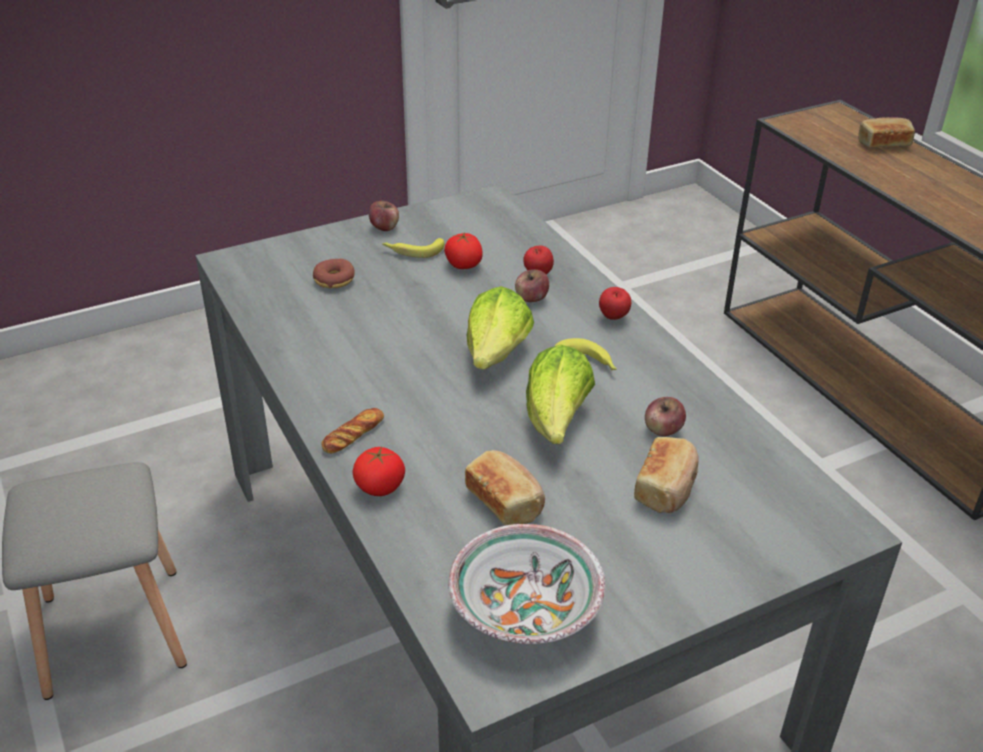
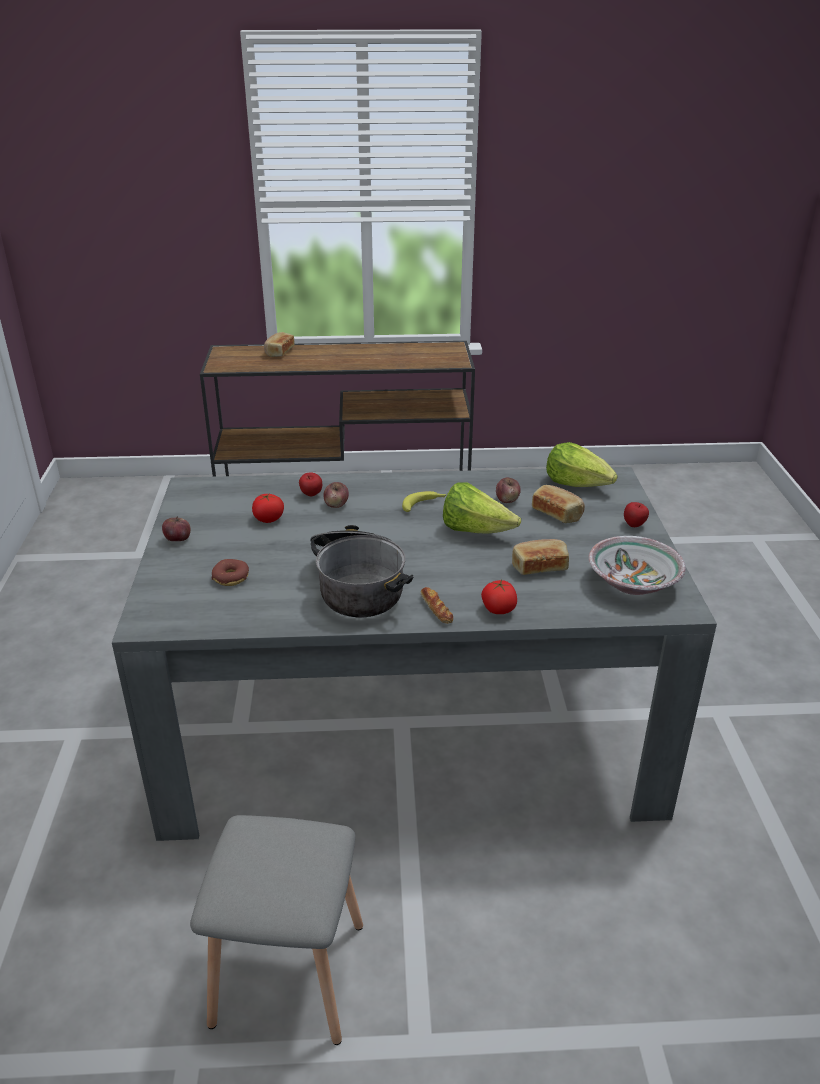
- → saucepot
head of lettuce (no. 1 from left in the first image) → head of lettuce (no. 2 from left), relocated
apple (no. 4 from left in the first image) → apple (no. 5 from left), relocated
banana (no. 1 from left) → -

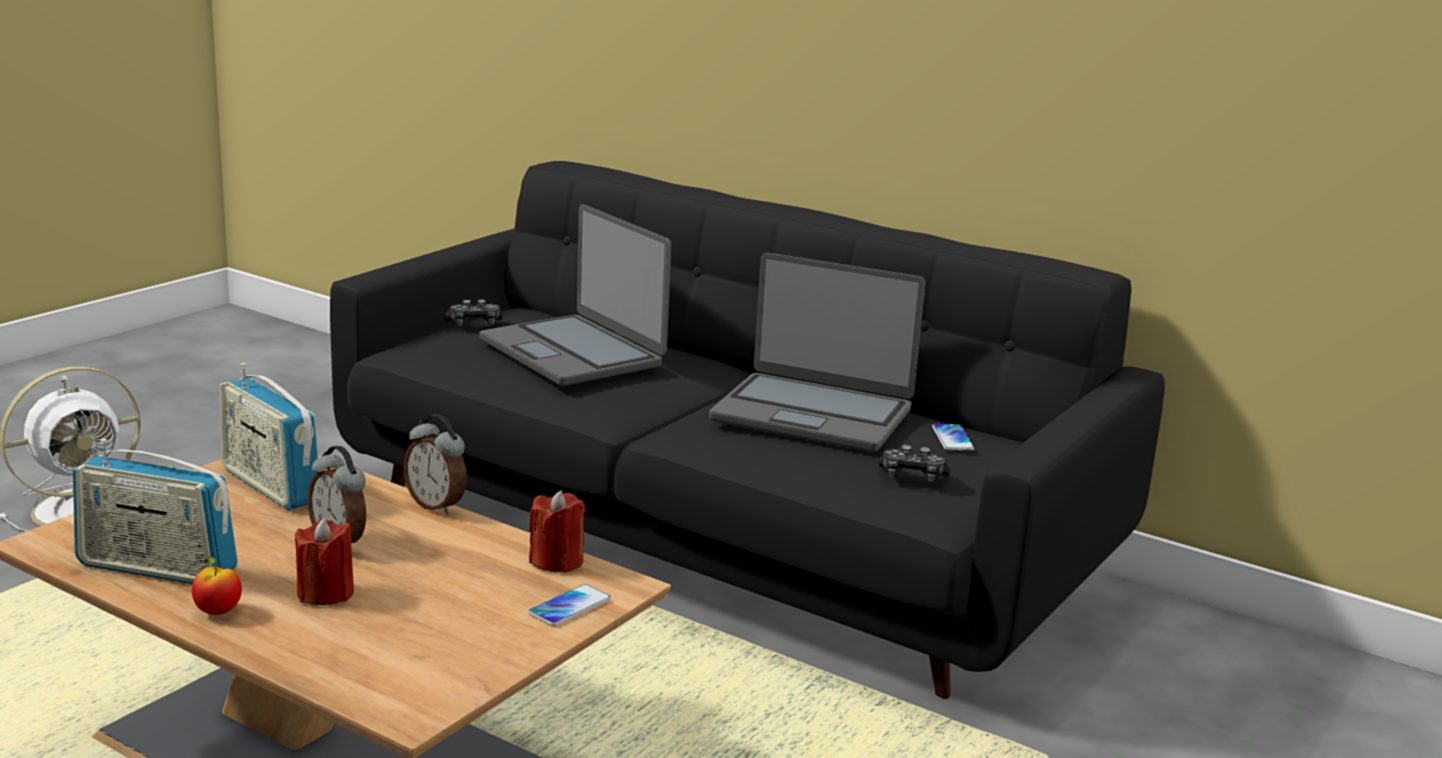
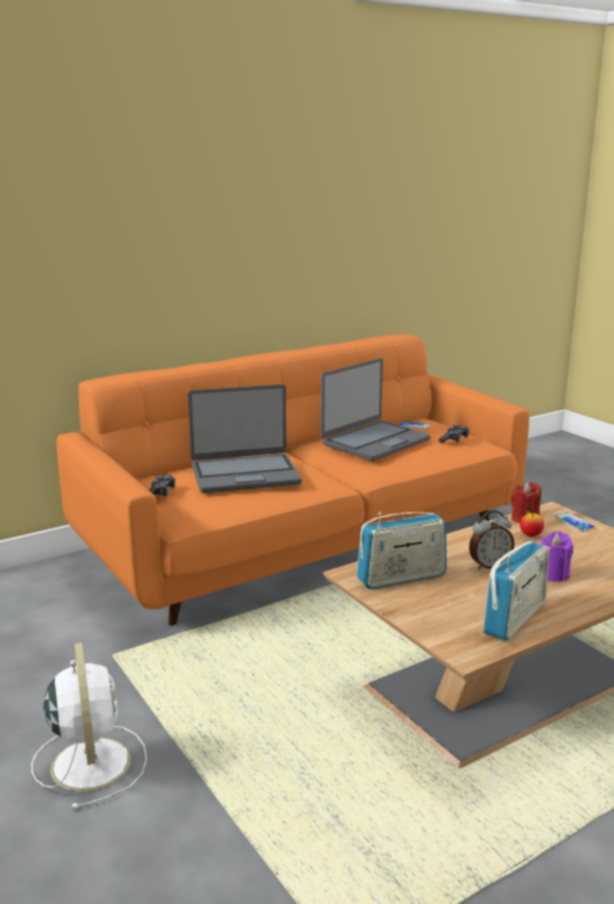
black sofa → orangey sofa
apple, relocated
red-coloured wax light (no. 1 from left) → purple wax light
table clock (no. 2 from left) → -

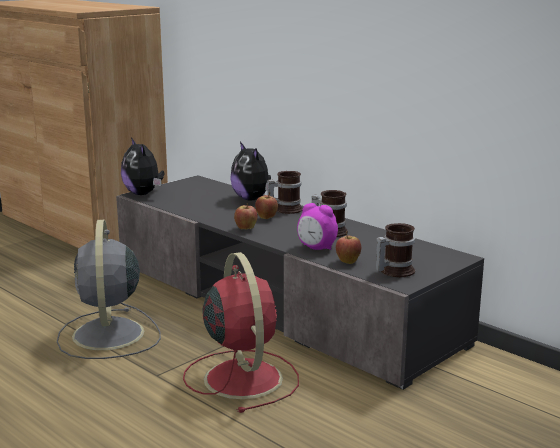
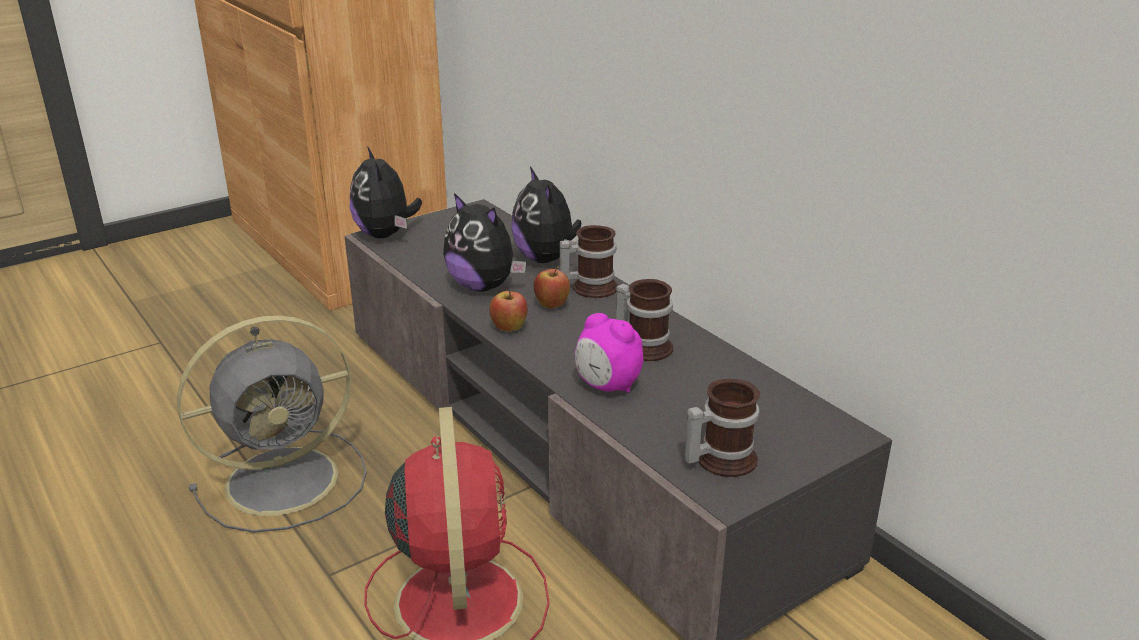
greyish cooling fan, 120 degrees counterclockwise
- → soft toy (no. 2 from left)
apple (no. 3 from left) → -

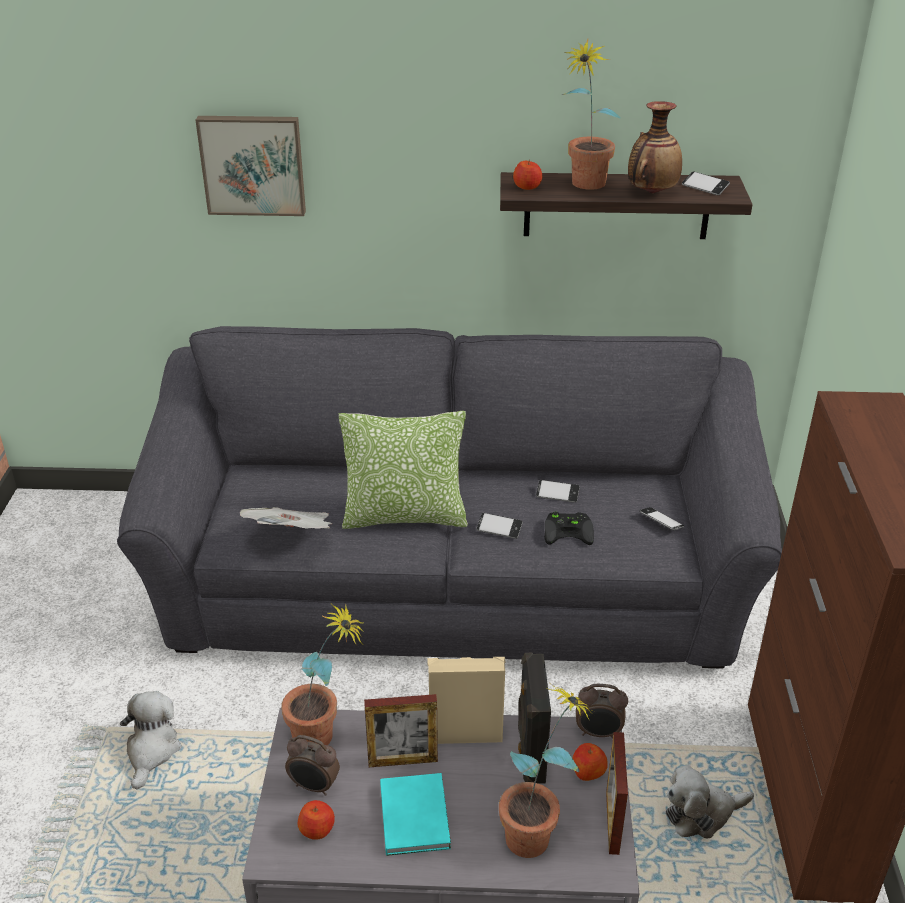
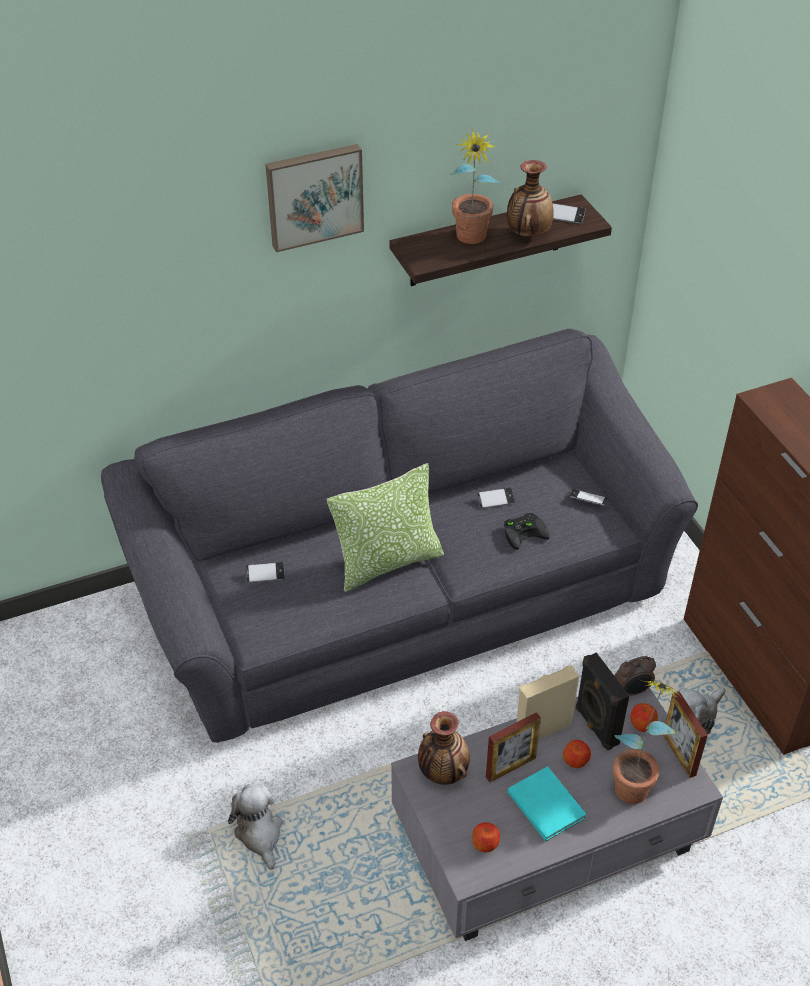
handset (no. 1 from left), relocated
wall picture, relocated
houseplant (no. 1 from left) → vase (no. 1 from left)
apple (no. 2 from left), relocated
newspaper → -
table clock (no. 1 from left) → -

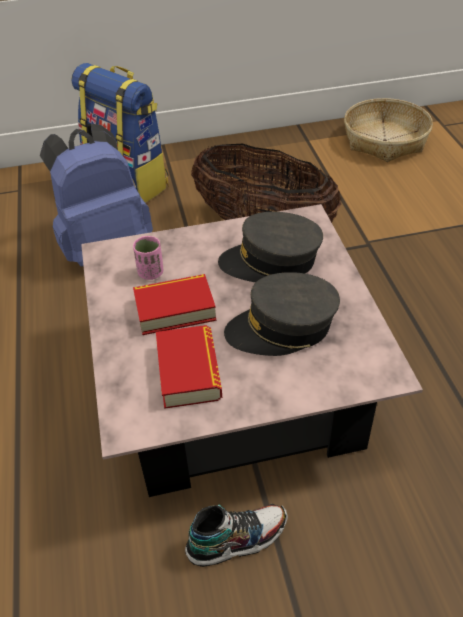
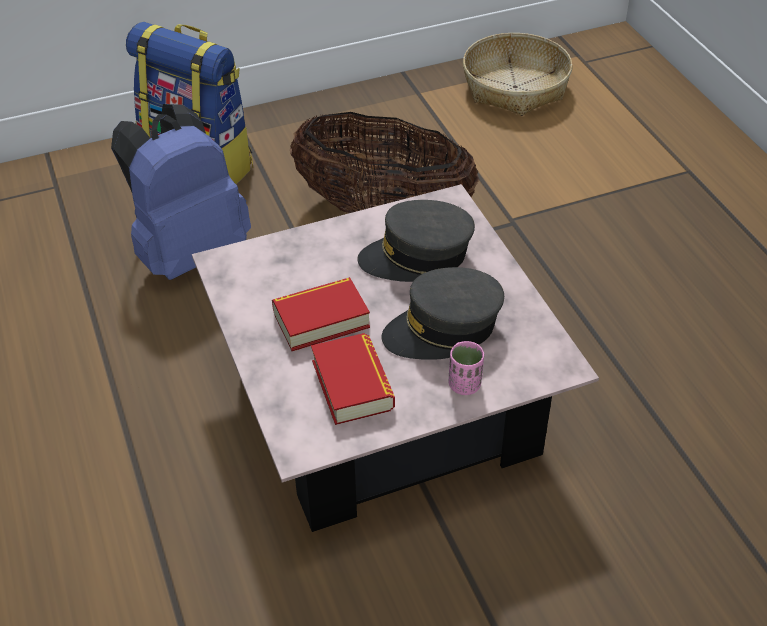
pink small cup, relocated
low shoe → -

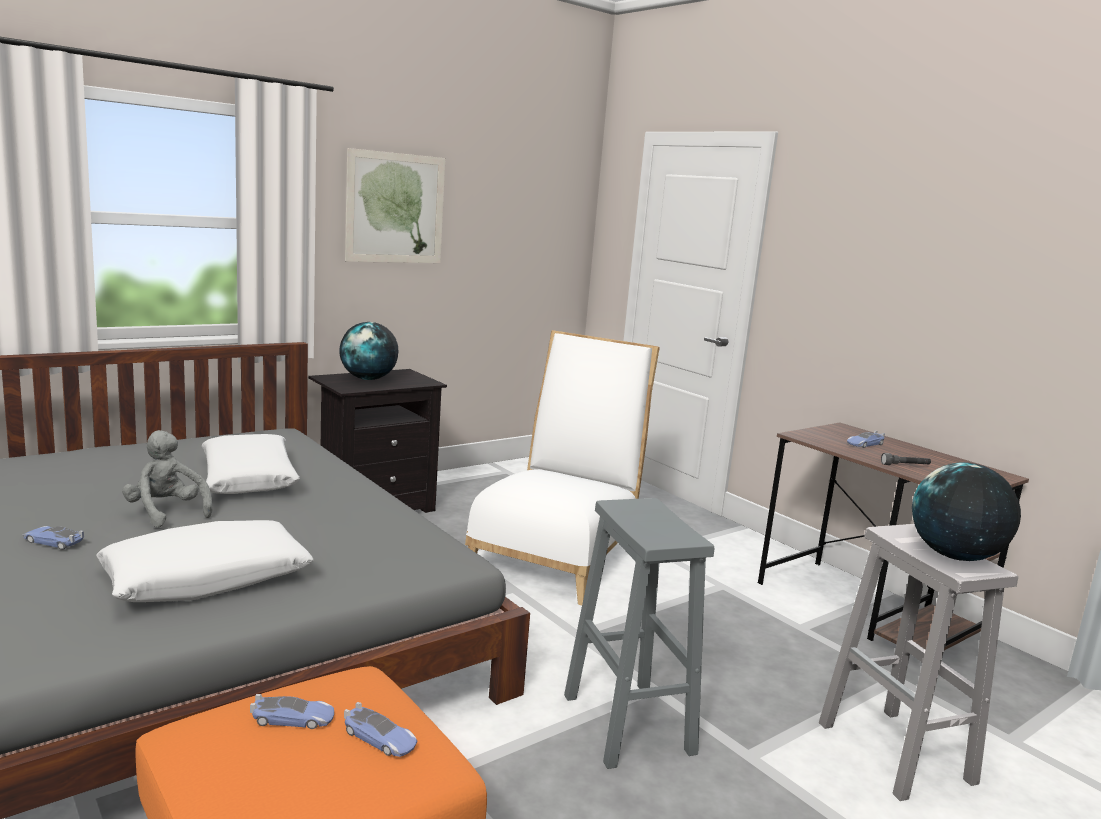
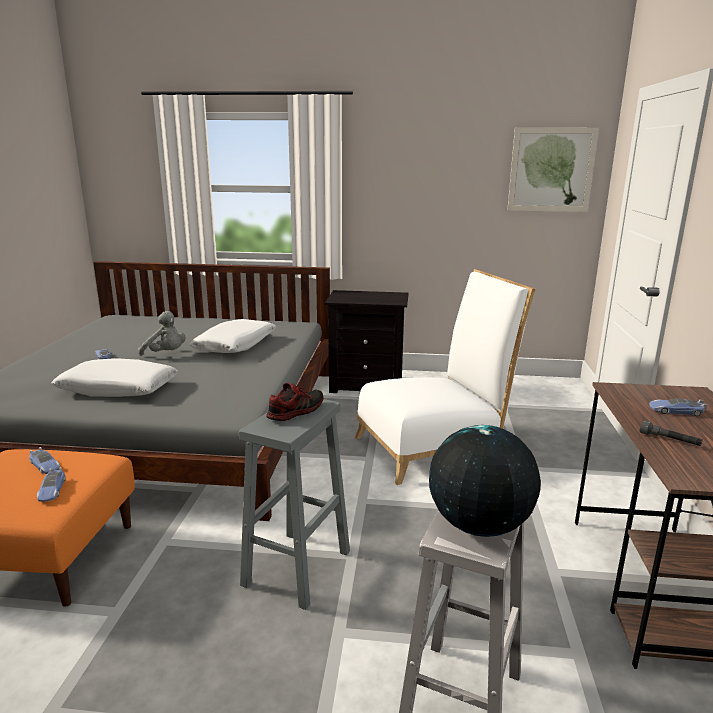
greyish soft toy, 120 degrees clockwise
- → low shoe
wall picture, relocated
world globe (no. 1 from left) → -

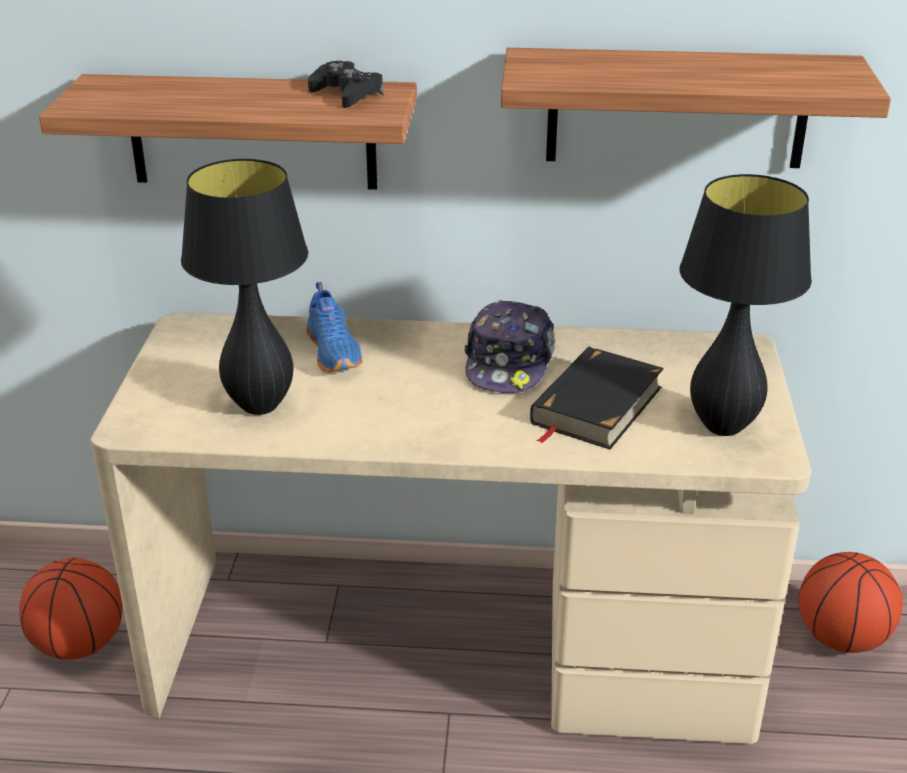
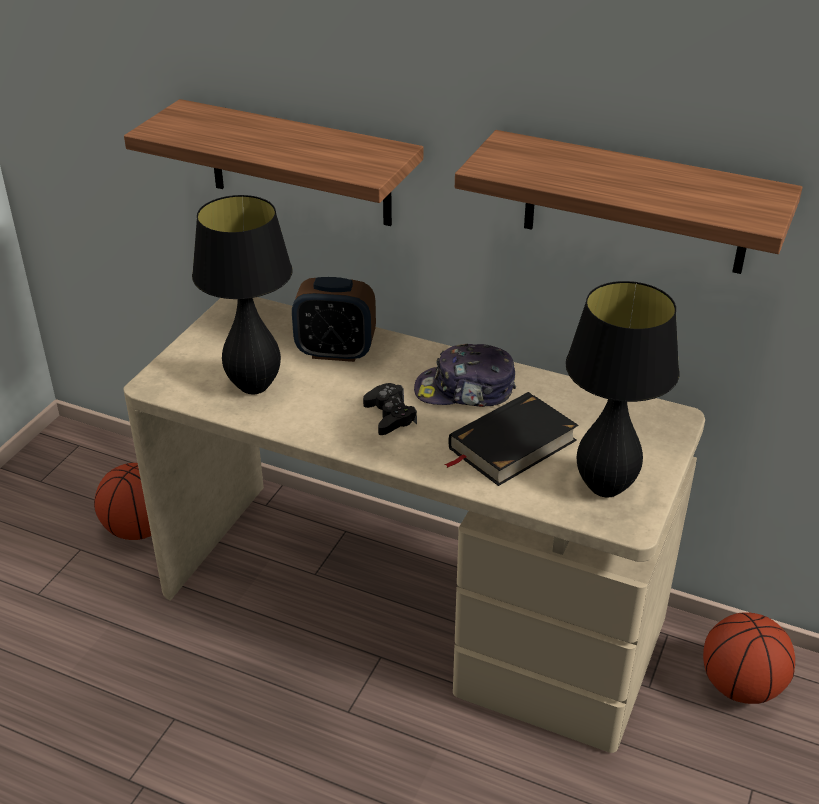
blue-coloured low shoe → table clock
black game controller, relocated
baseball cap, 60 degrees clockwise

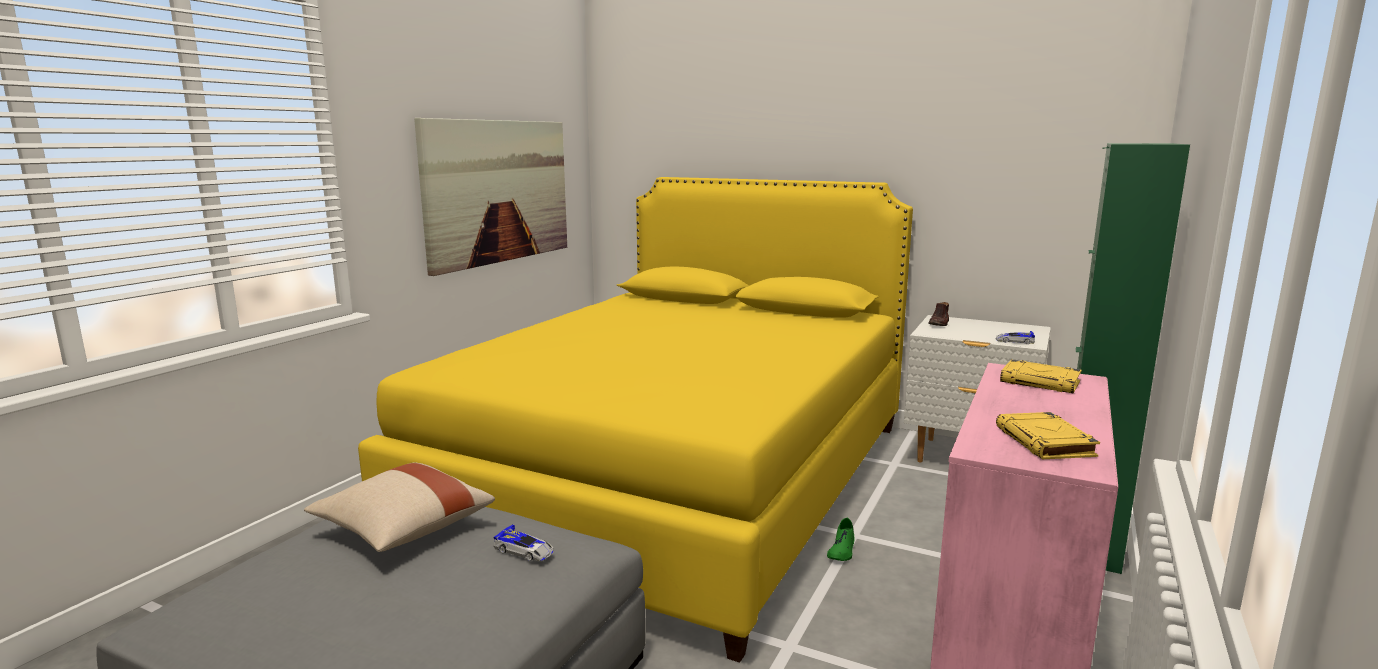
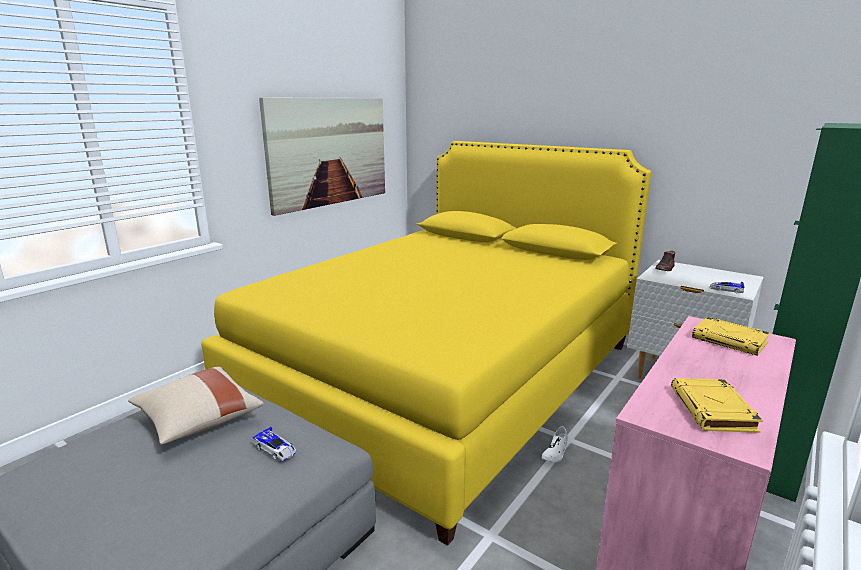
green-coloured low shoe → white-coloured low shoe

